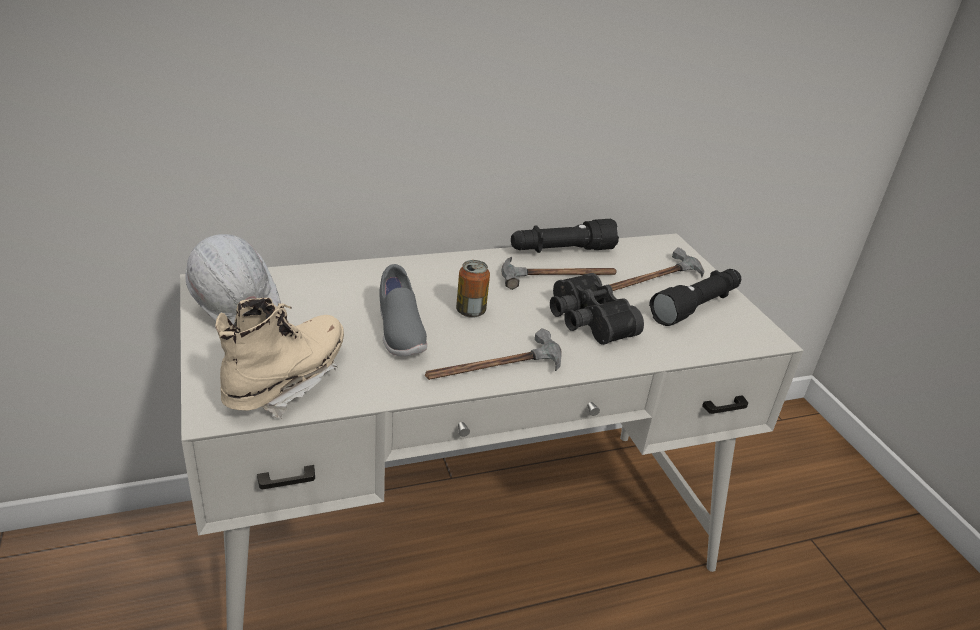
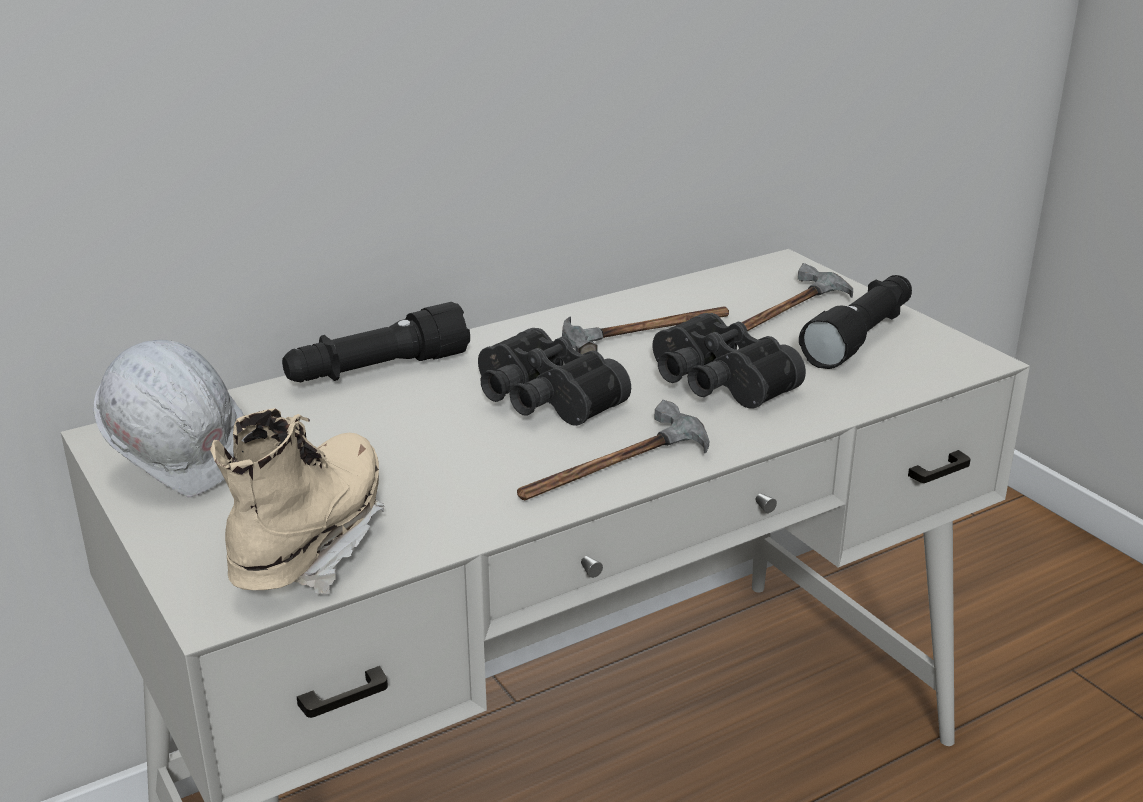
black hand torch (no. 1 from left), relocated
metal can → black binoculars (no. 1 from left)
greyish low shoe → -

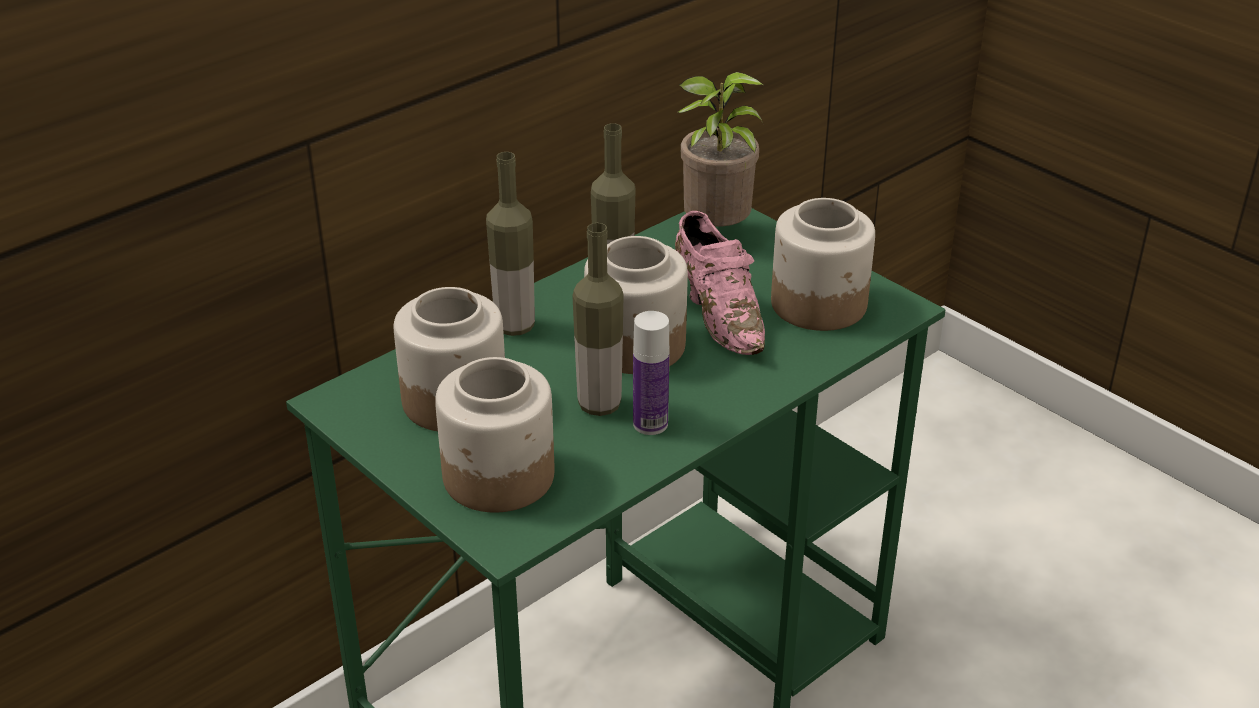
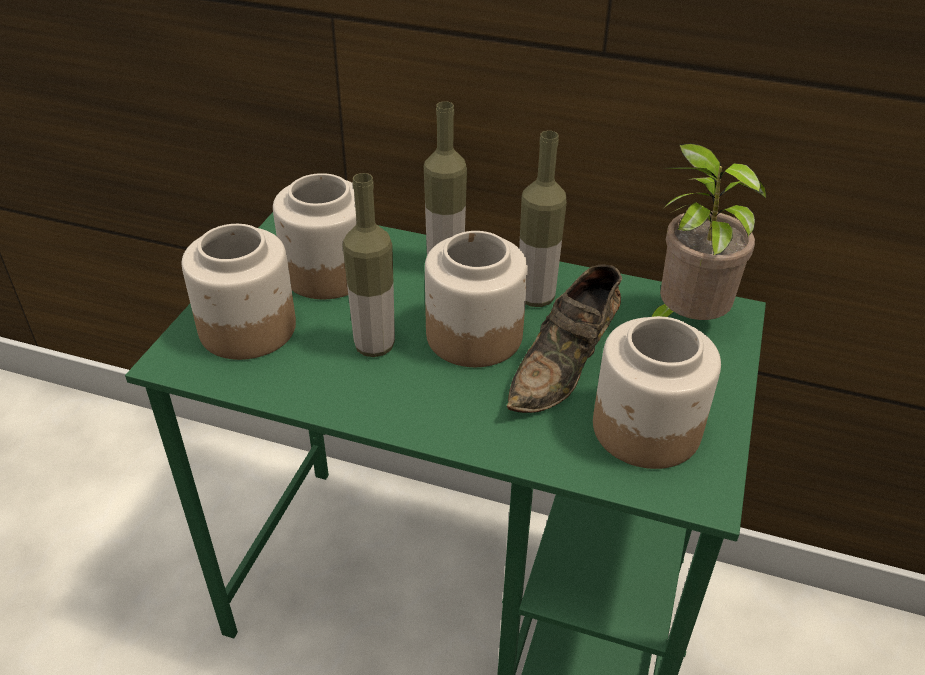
pink low shoe → brown-coloured low shoe
bottle (no. 4 from left) → -

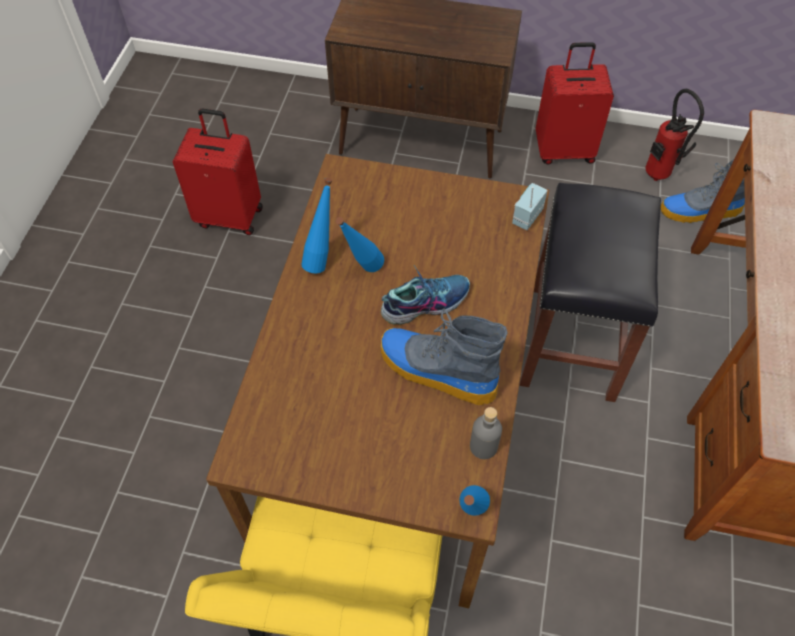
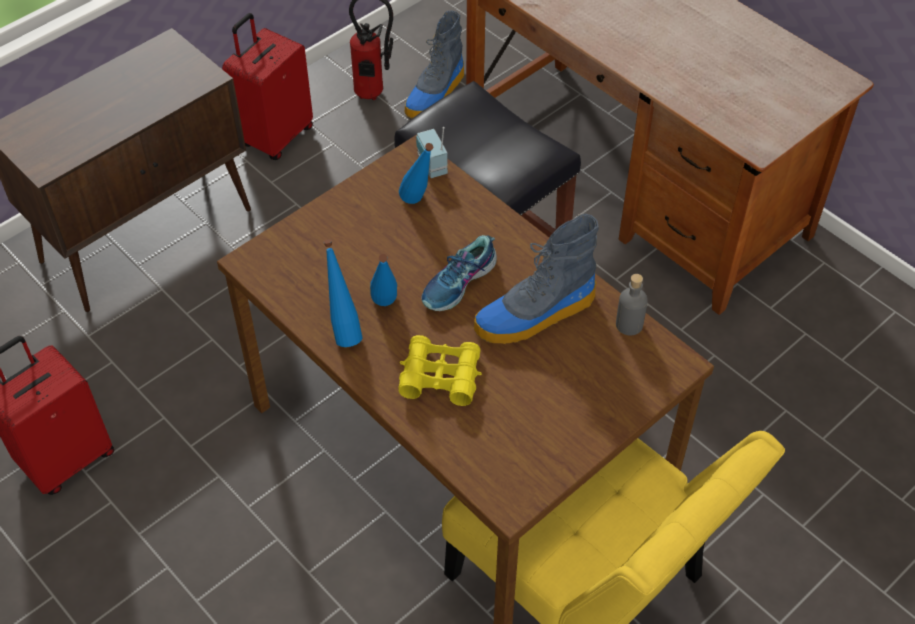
- → yellow binoculars
blue-coloured bottle (no. 3 from left), relocated
low shoe, 150 degrees counterclockwise

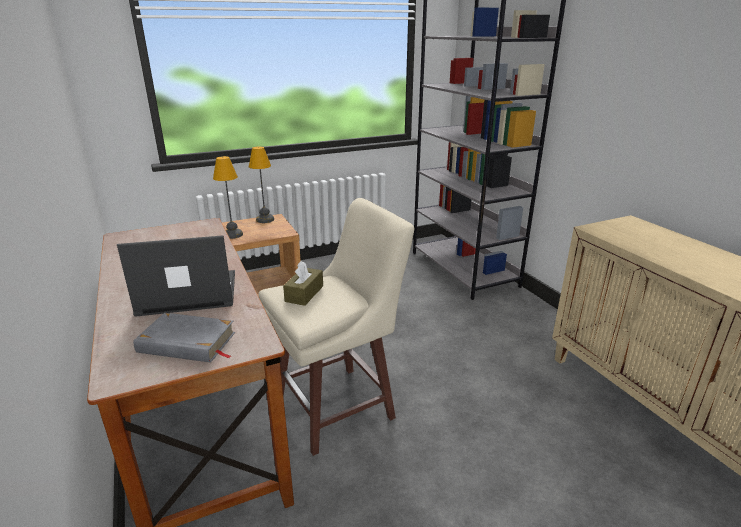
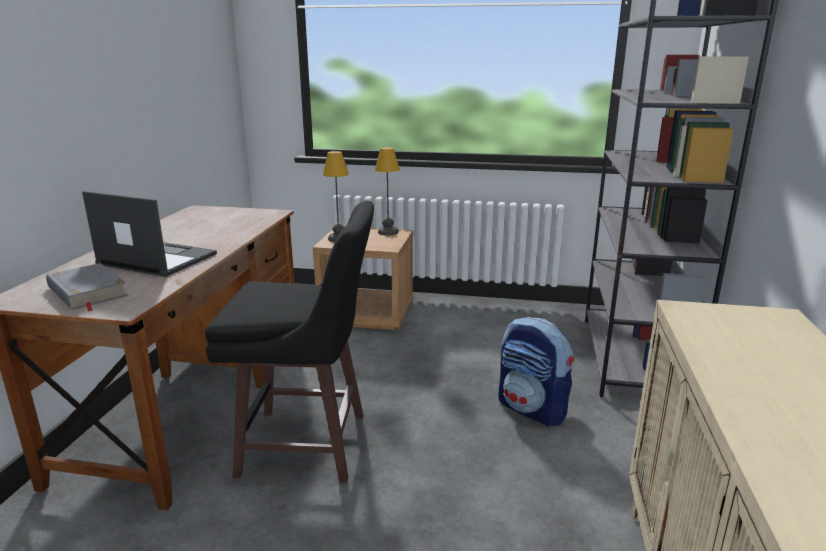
sand-coloured stool → black stool
- → backpack
brown-coloured box of tissues → -

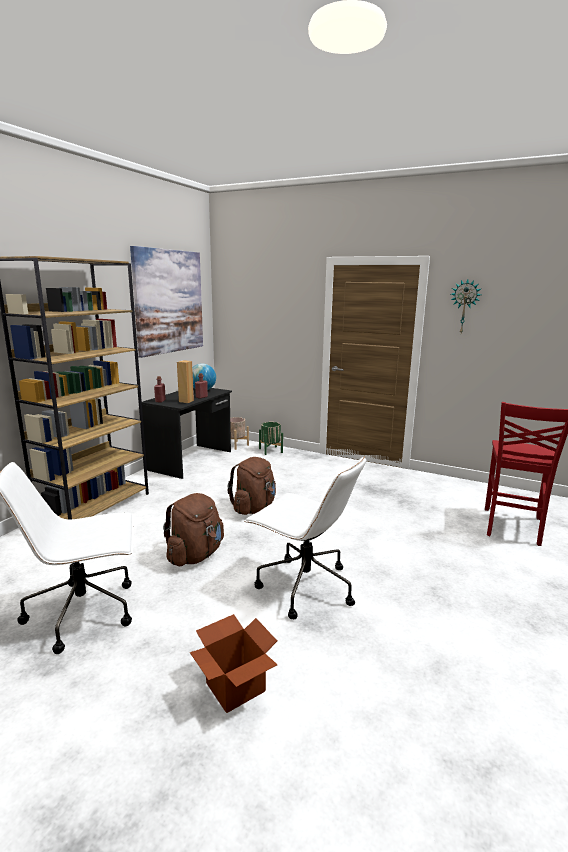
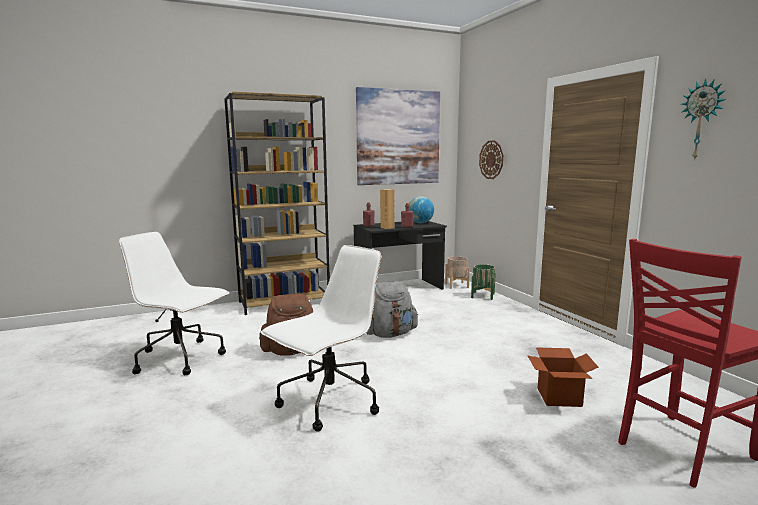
white-coloured desk chair (no. 2 from left), 120 degrees counterclockwise
brown-coloured backpack (no. 2 from left) → greyish backpack
- → wall clock (no. 1 from left)
packing box, relocated

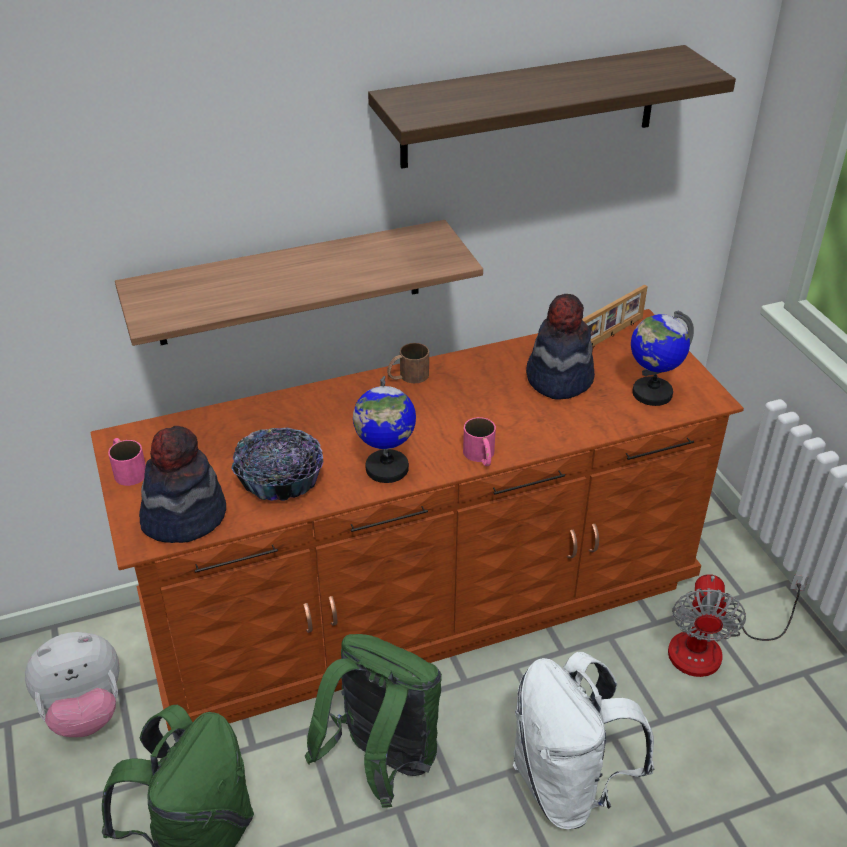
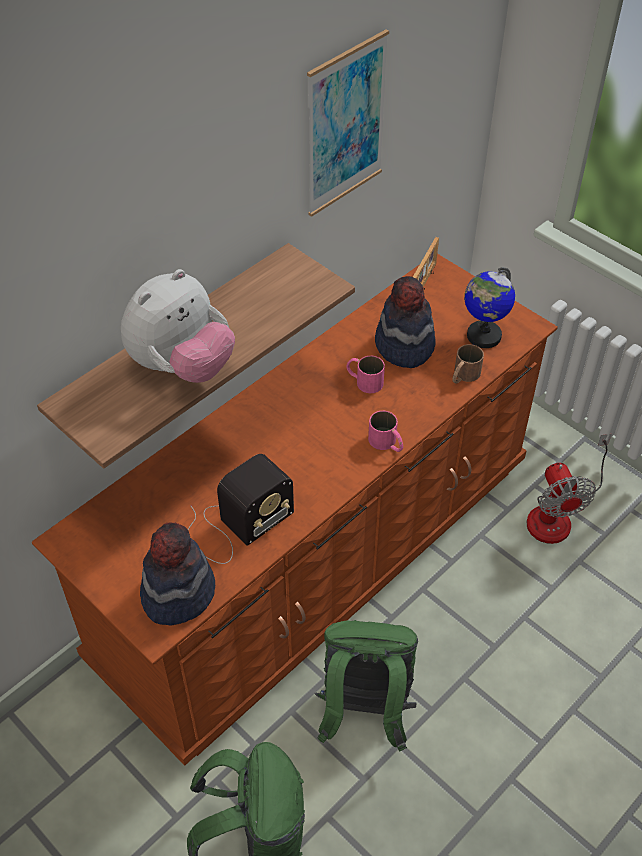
soft toy, relocated
deep dish → radio
wall shelf (no. 2 from left) → wall picture
pink coffee mug (no. 1 from left), relocated
brown-coloured coffee mug, relocated
world globe (no. 1 from left) → -
white-coloured backpack → -

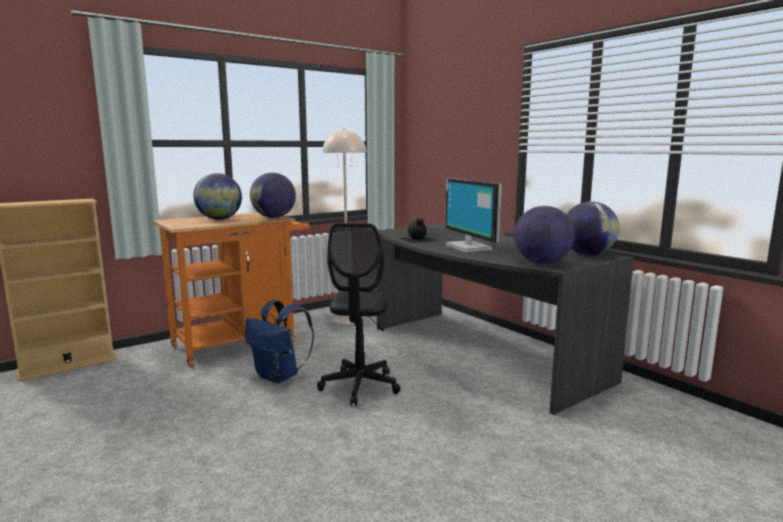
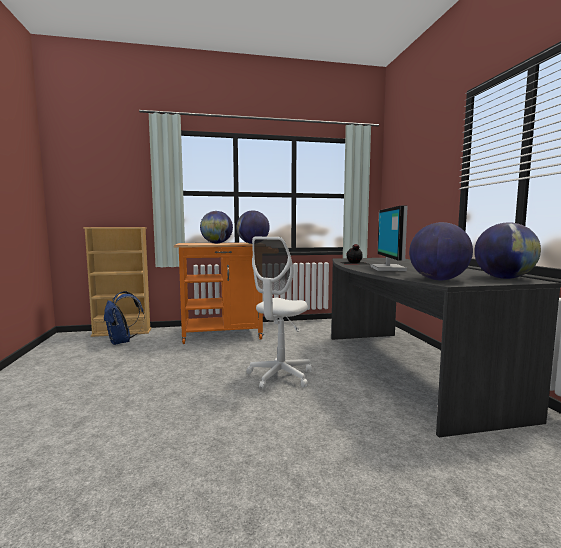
blue-coloured backpack, relocated
black desk chair → white-coloured desk chair
sand-coloured standard lamp → -

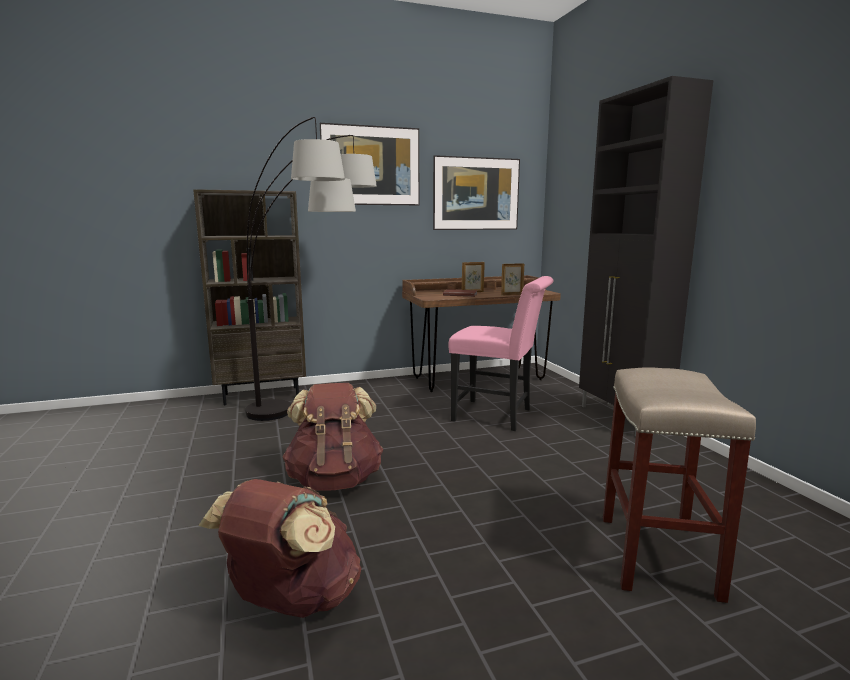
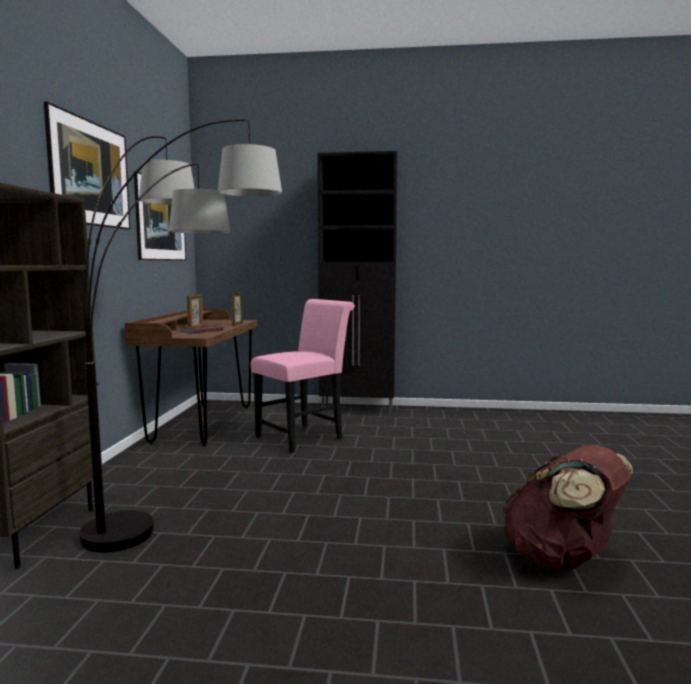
brown-coloured backpack (no. 2 from left) → -
sand-coloured stool → -

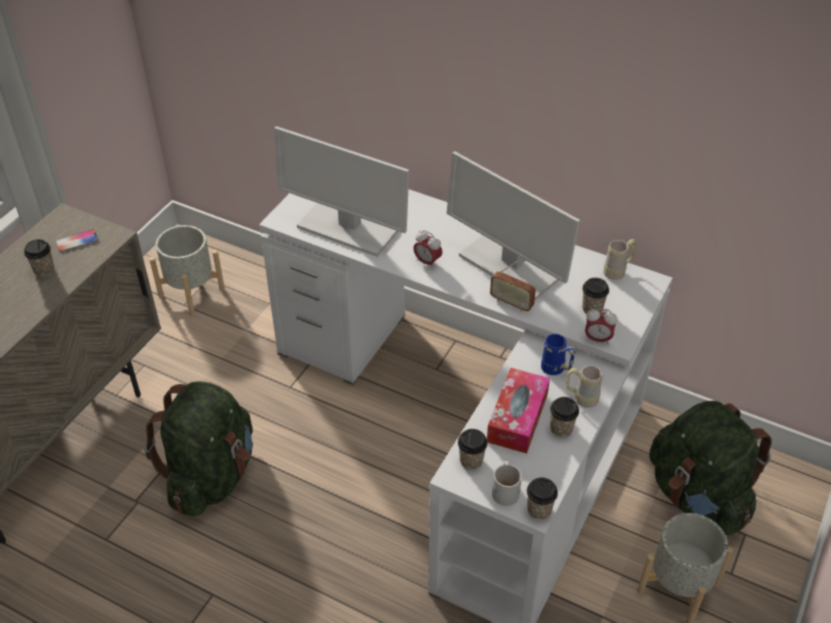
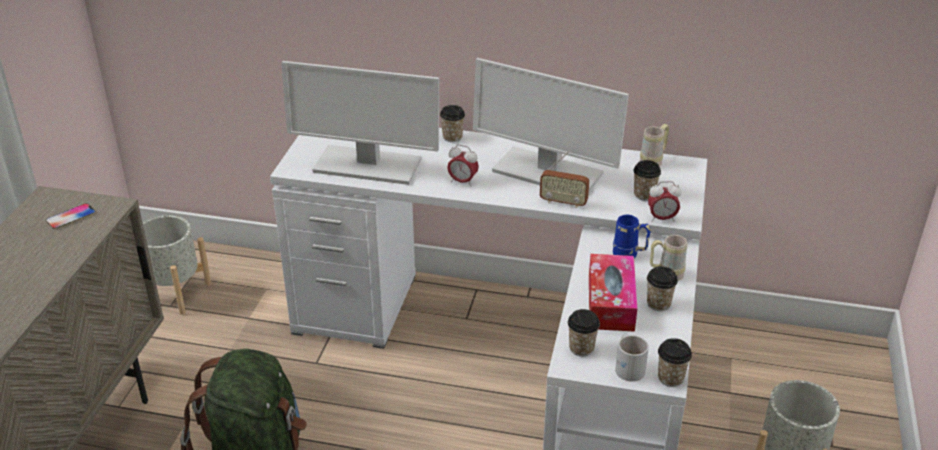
small cup (no. 1 from left), relocated
green-coloured backpack (no. 2 from left) → -

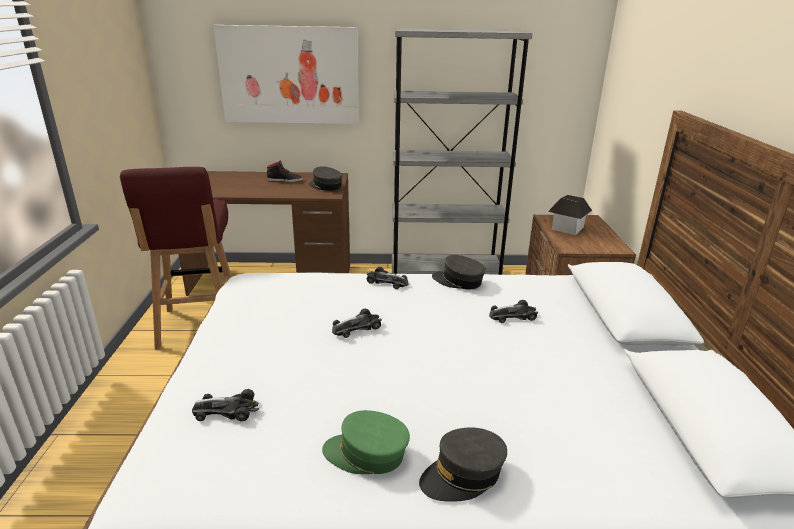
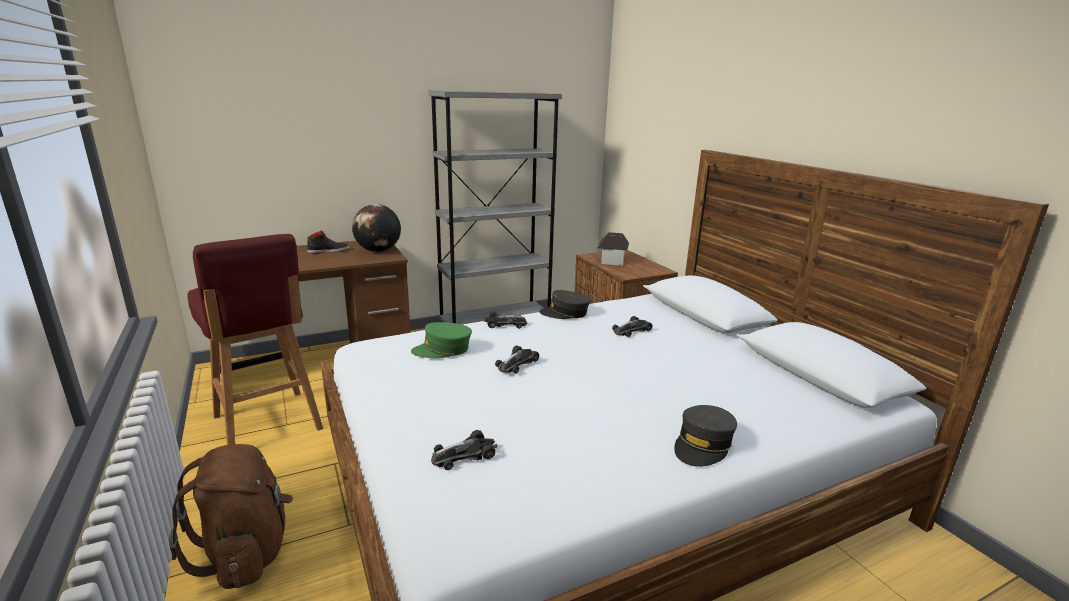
- → brown-coloured backpack
greyish baseball cap (no. 1 from left) → world globe
green-coloured baseball cap, relocated
wall picture → -

